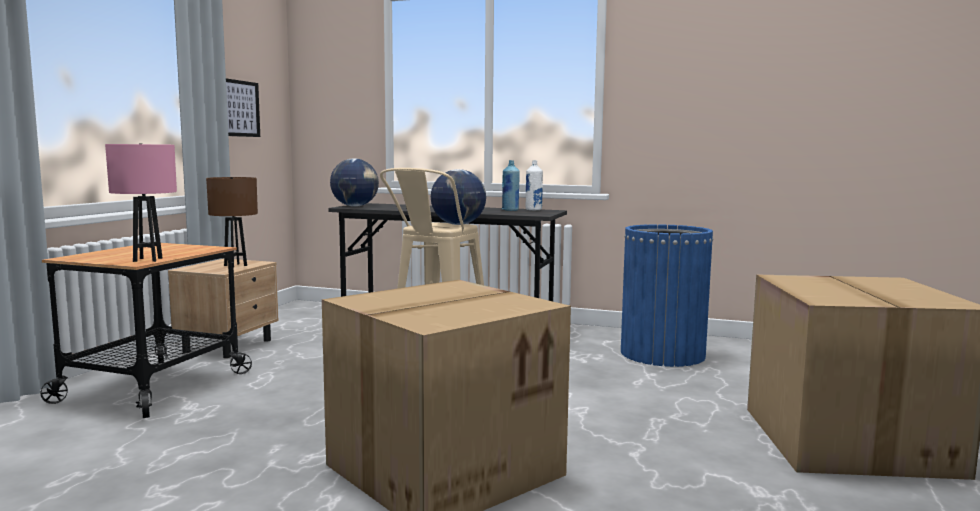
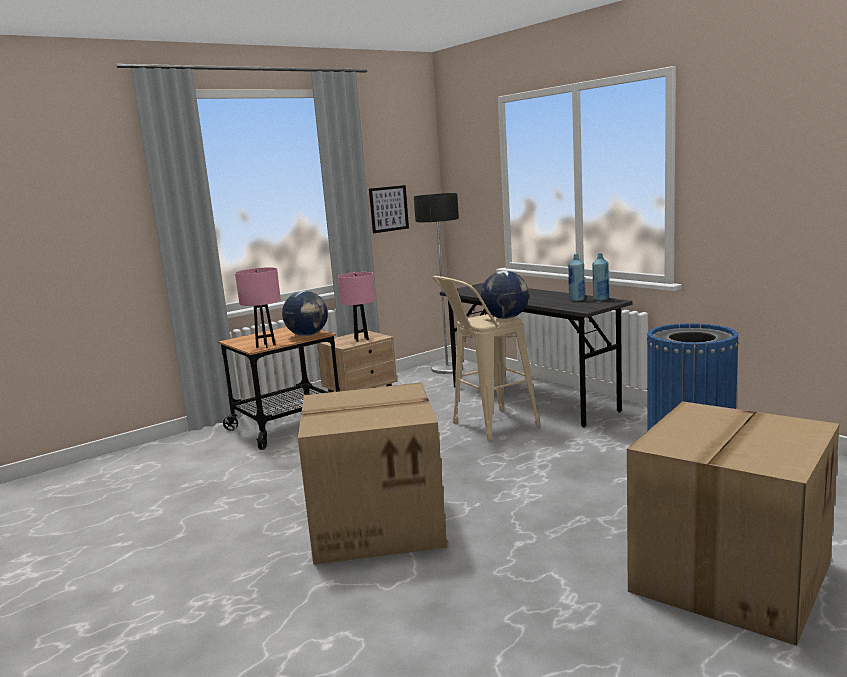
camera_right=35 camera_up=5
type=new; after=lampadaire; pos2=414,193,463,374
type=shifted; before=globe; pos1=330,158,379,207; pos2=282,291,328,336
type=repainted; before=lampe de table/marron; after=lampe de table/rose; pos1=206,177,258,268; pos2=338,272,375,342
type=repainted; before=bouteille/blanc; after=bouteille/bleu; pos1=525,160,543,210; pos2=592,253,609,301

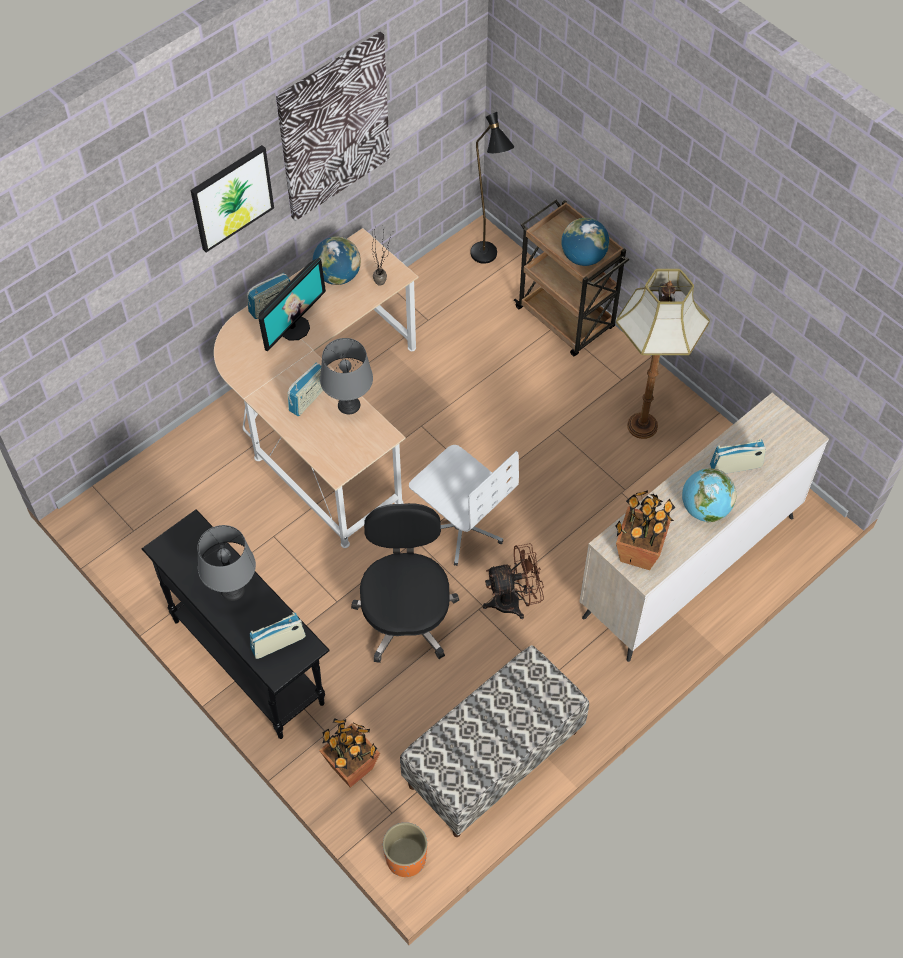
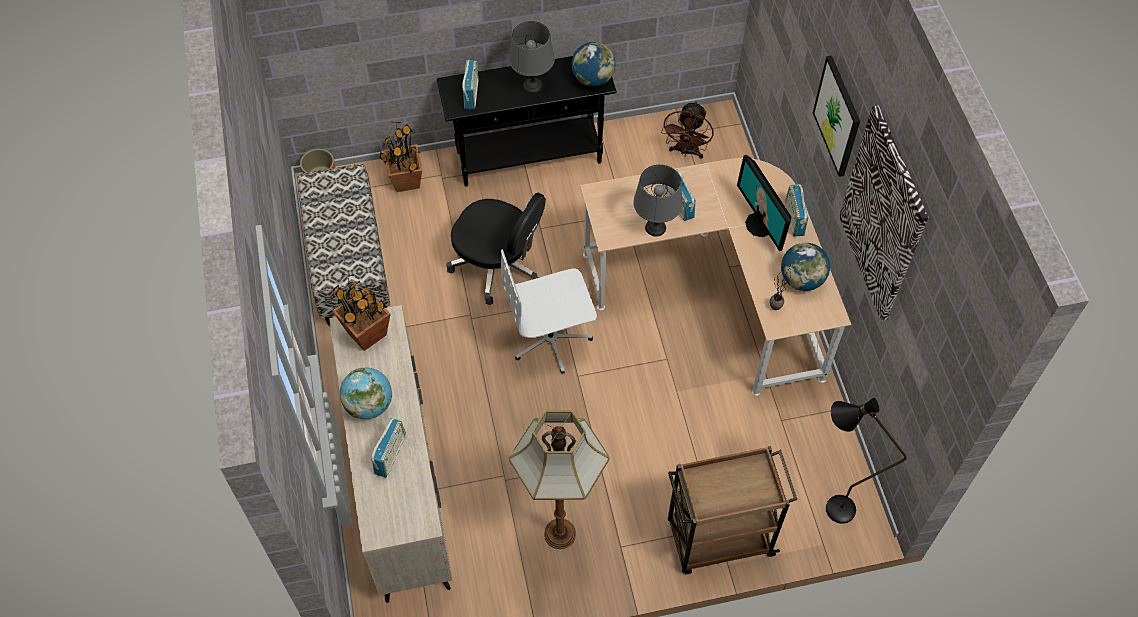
camera_right=120 camera_up=0
type=shifted; before=ventilateur/marron; pos1=483,543,544,619; pos2=661,101,713,159
type=shifted; before=globe; pos1=561,218,609,266; pos2=571,42,615,87

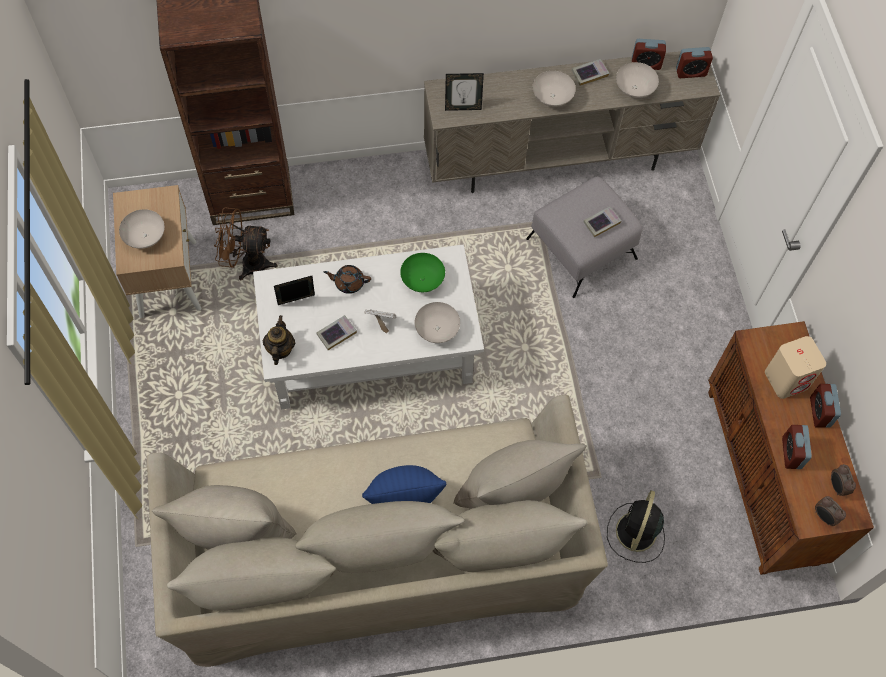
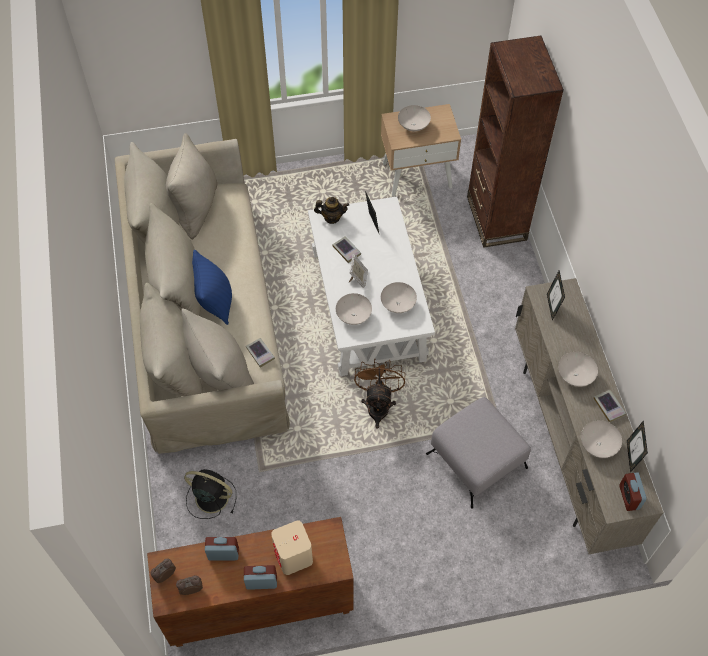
camera_right=90 camera_up=-5
type=gone; before=théière/marron; pos1=324,265,371,294
type=shifted; before=ventilateur/marron; pos1=214,207,278,280; pos2=354,359,405,428
type=shifted; before=livre; pos1=583,207,622,237; pos2=246,338,275,368
type=swapped; before=réveil; after=cadre photo; pos1=632,39,666,70; pos2=627,420,648,473
type=repainted; before=bol/vert; after=bol/blanc; pos1=400,253,445,292; pos2=381,282,417,313

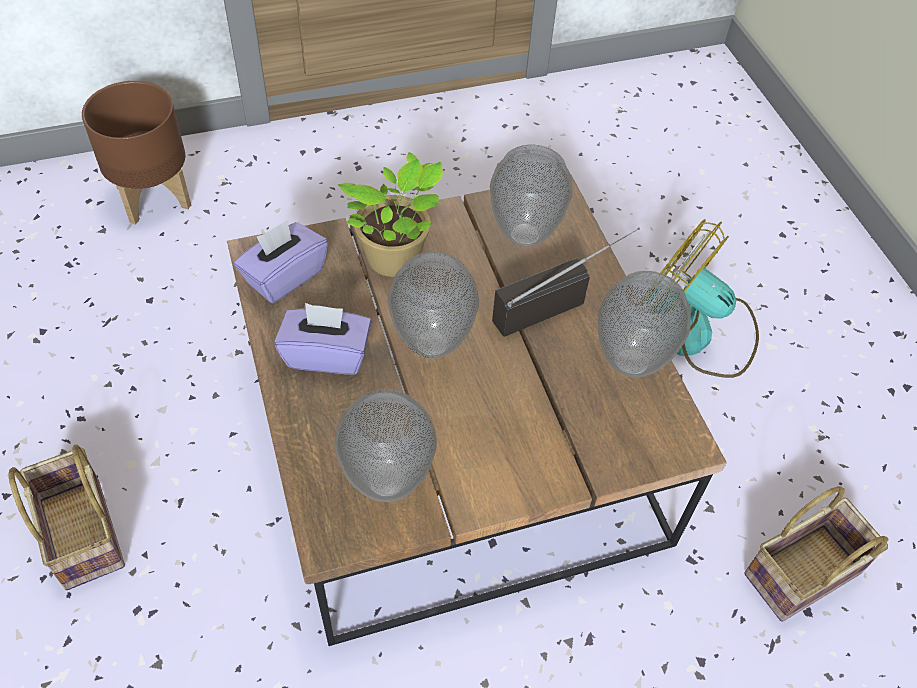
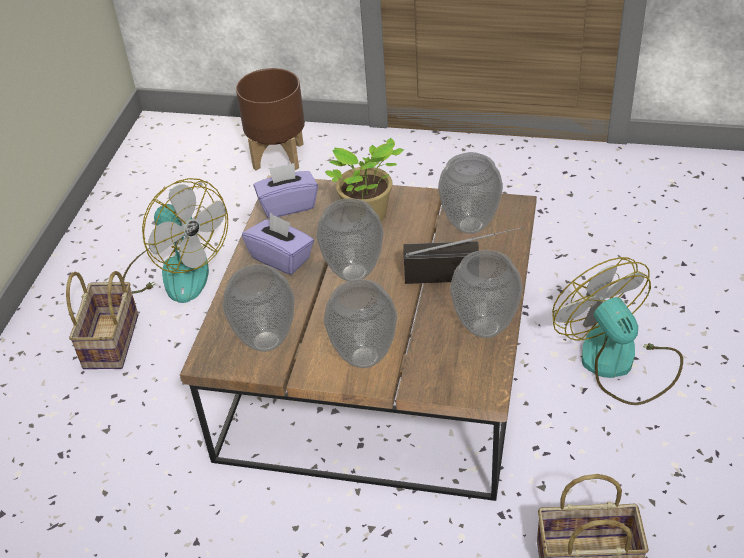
camera_right=35 camera_up=-10
type=new; after=ventilateur; pos2=123,178,228,303
type=new; after=vase; pos2=324,279,397,368

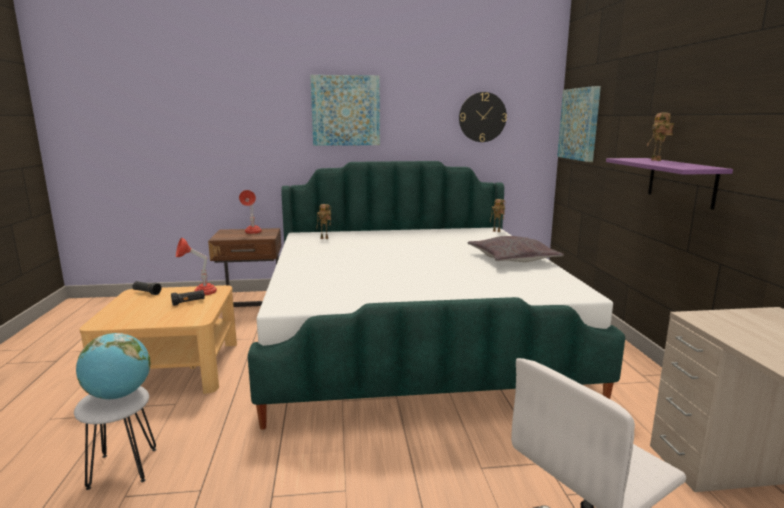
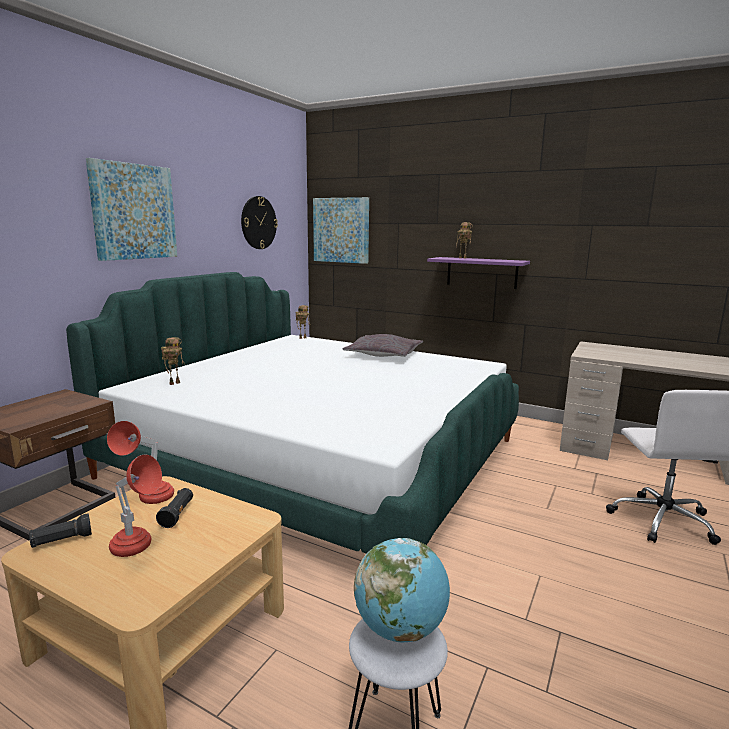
camera_right=-55 camera_up=0
type=shifted; before=lampe de table/rouge; pos1=239,190,262,234; pos2=109,455,162,557

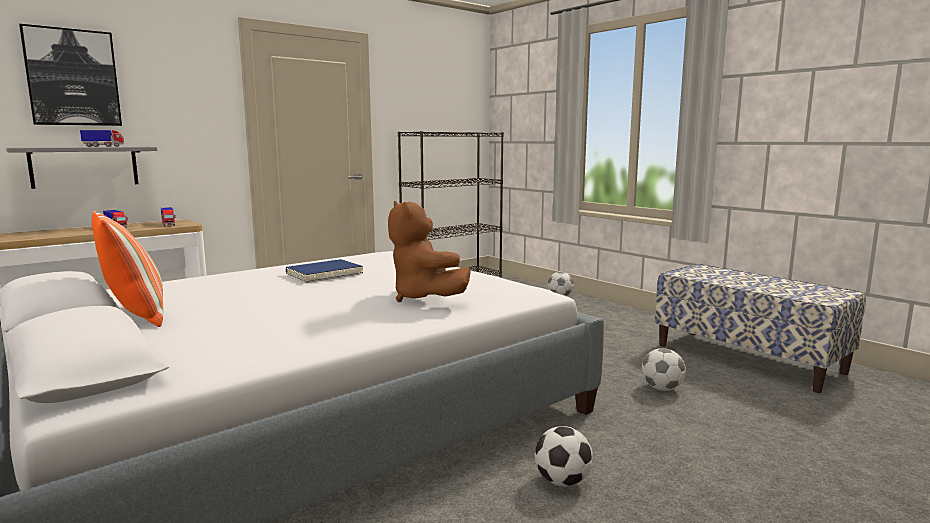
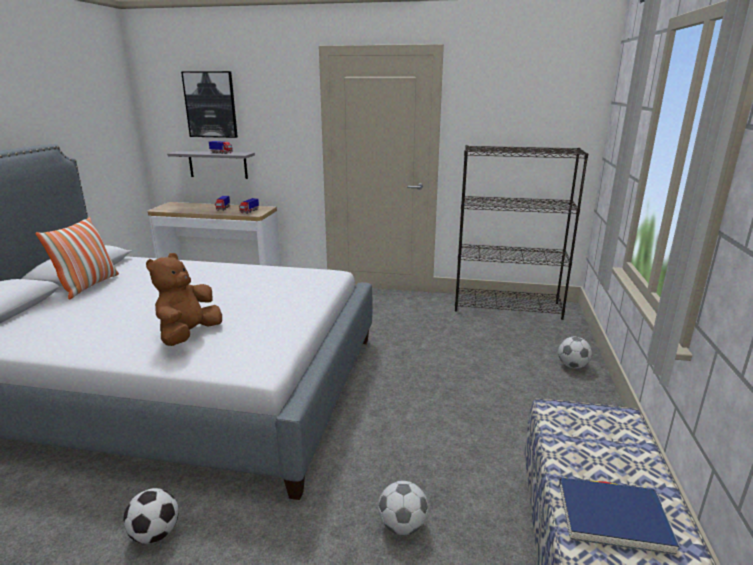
camera_right=50 camera_up=10
type=shifted; before=livre/bleu; pos1=286,259,363,283; pos2=559,477,680,555

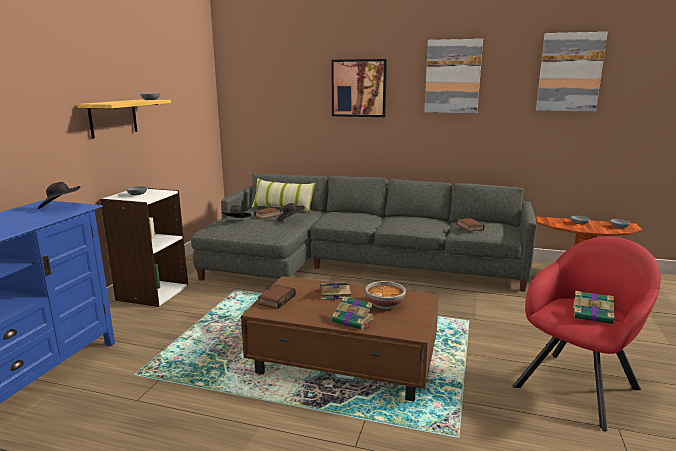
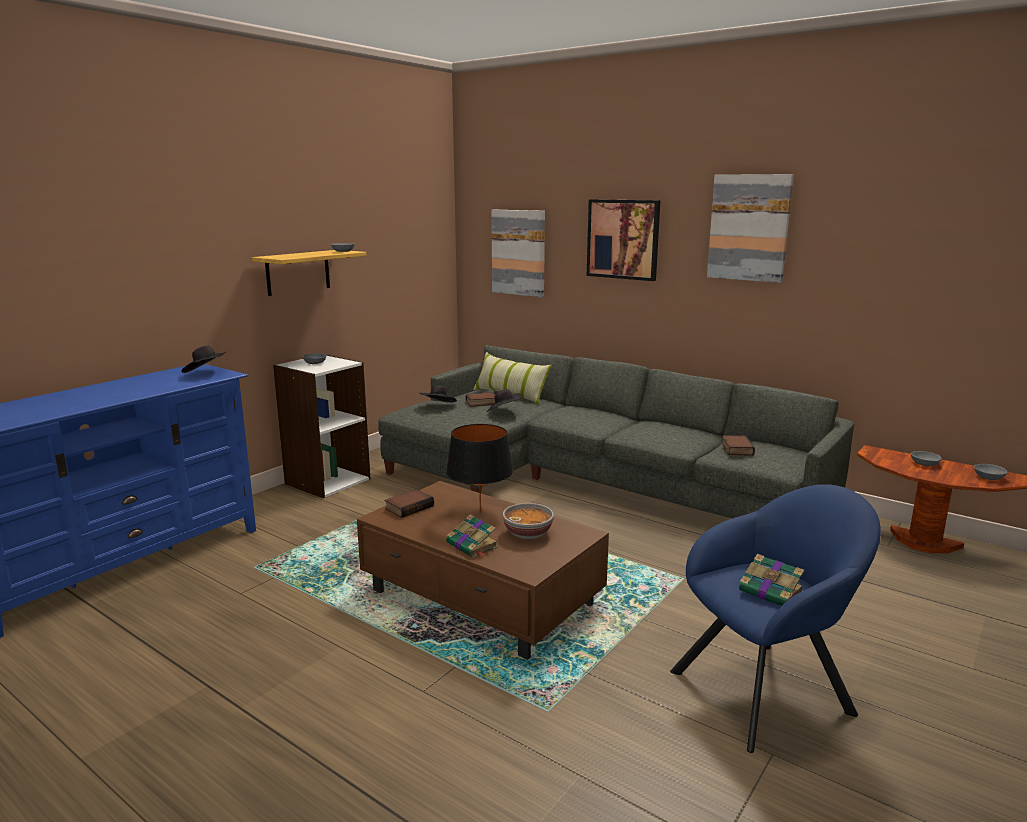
camera_right=20 camera_up=0
type=shifted; before=tableau; pos1=536,32,608,112; pos2=491,210,545,297
type=swapped; before=livre; after=lampe de table/noir; pos1=315,282,351,300; pos2=446,424,513,512
type=repainted; before=fauteuil/rouge; after=fauteuil/bleu; pos1=512,237,661,432; pos2=670,484,881,753

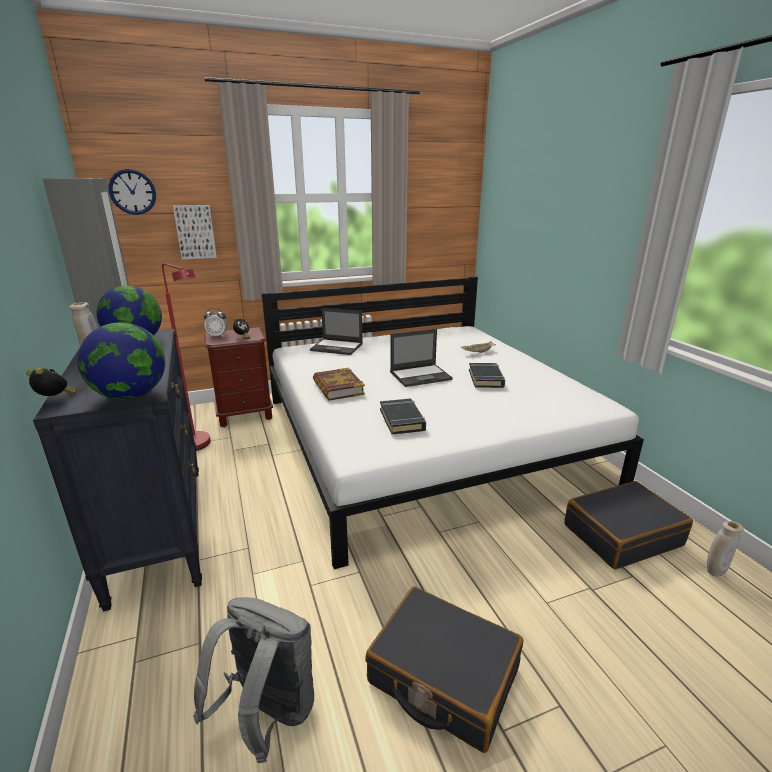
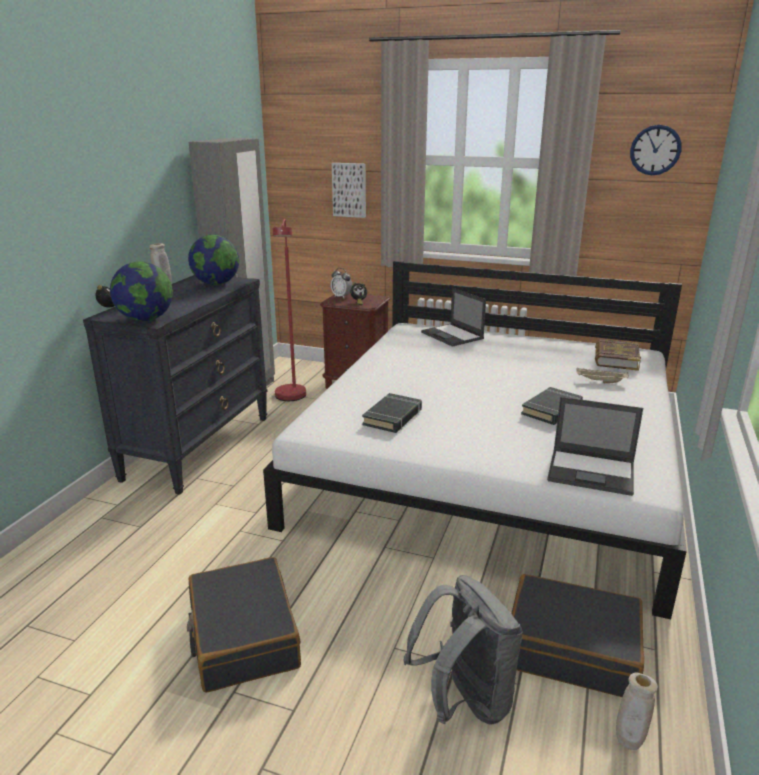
camera_right=40 camera_up=0
type=shifted; before=horloge murale; pos1=108,169,156,215; pos2=630,125,682,175
type=shifted; before=sac à dos/gris; pos1=193,597,314,763; pos2=404,575,523,725
type=shifted; before=livre; pos1=313,368,365,401; pos2=595,339,641,371
type=shifted; before=ordinateur portable; pos1=390,329,453,387; pos2=547,397,643,496

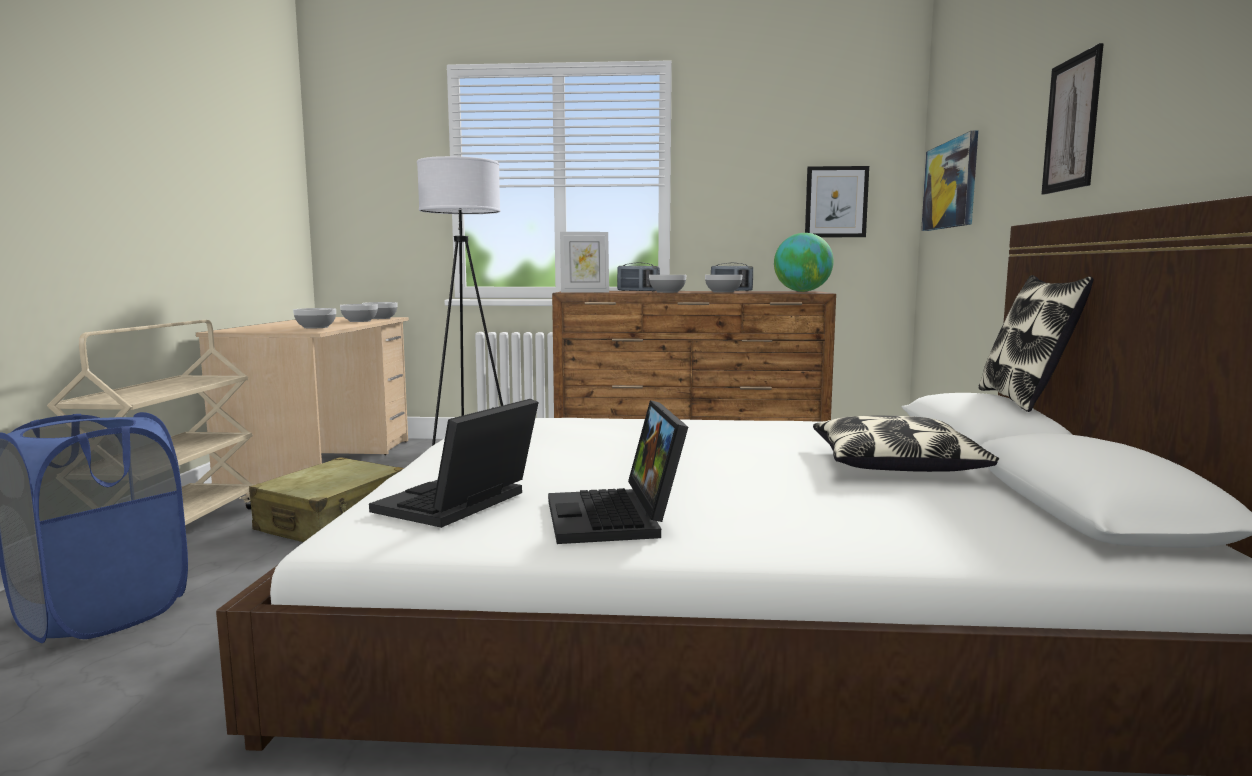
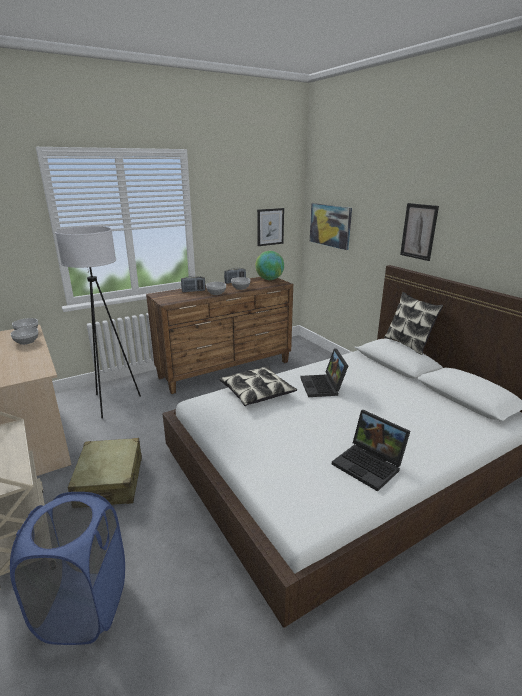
camera_right=-35 camera_up=15
type=gone; before=bol; pos1=293,308,336,328
type=gone; before=cadre photo; pos1=560,232,609,293
type=shifted; before=ordinateur portable; pos1=369,399,539,528; pos2=300,348,348,397
type=shifted; before=coussin; pos1=813,416,999,472; pos2=219,366,297,406

